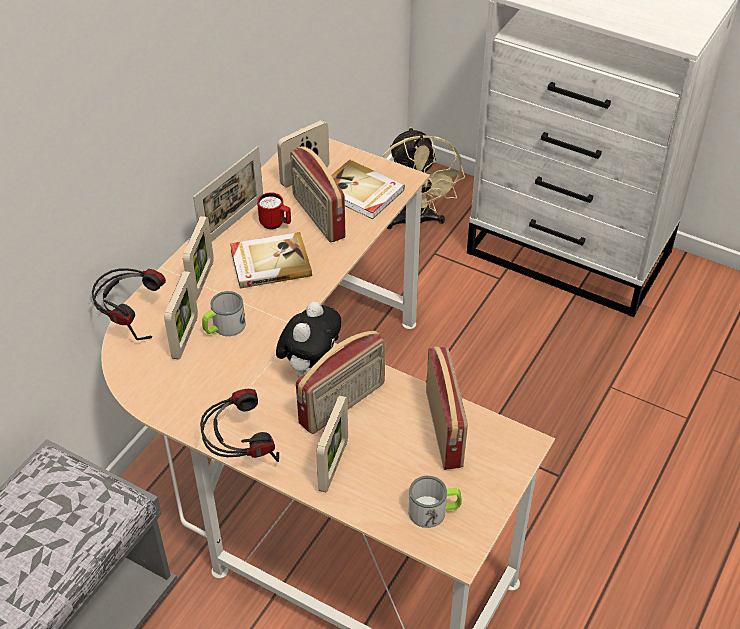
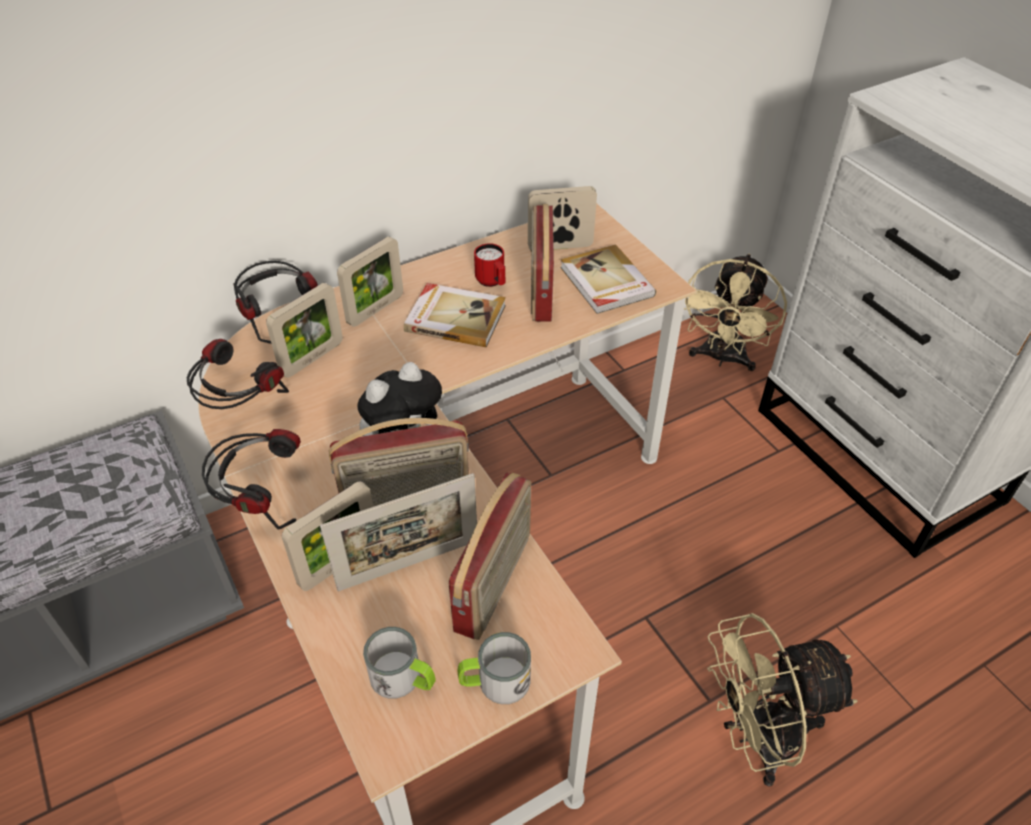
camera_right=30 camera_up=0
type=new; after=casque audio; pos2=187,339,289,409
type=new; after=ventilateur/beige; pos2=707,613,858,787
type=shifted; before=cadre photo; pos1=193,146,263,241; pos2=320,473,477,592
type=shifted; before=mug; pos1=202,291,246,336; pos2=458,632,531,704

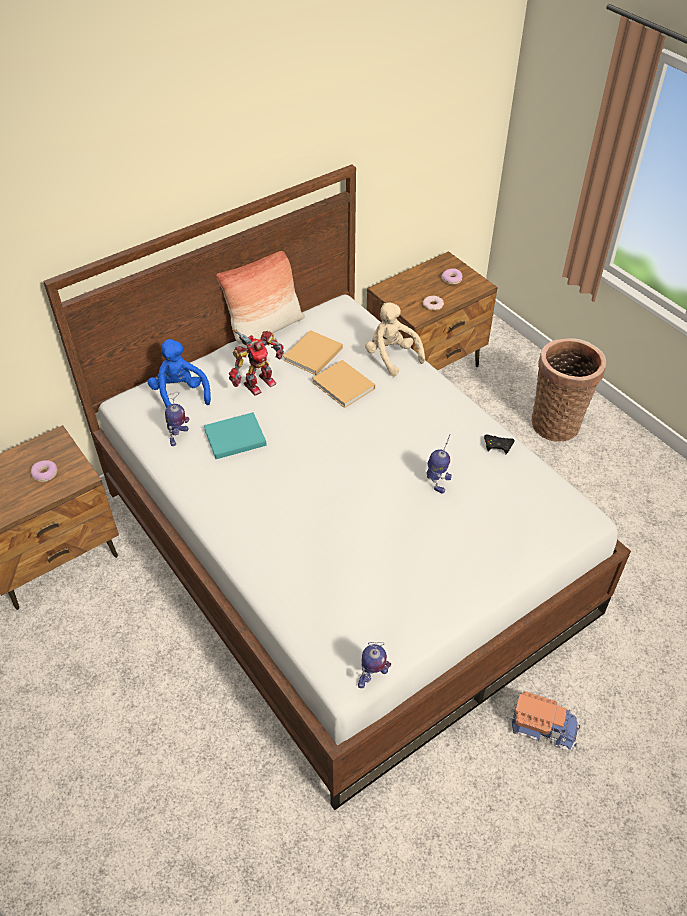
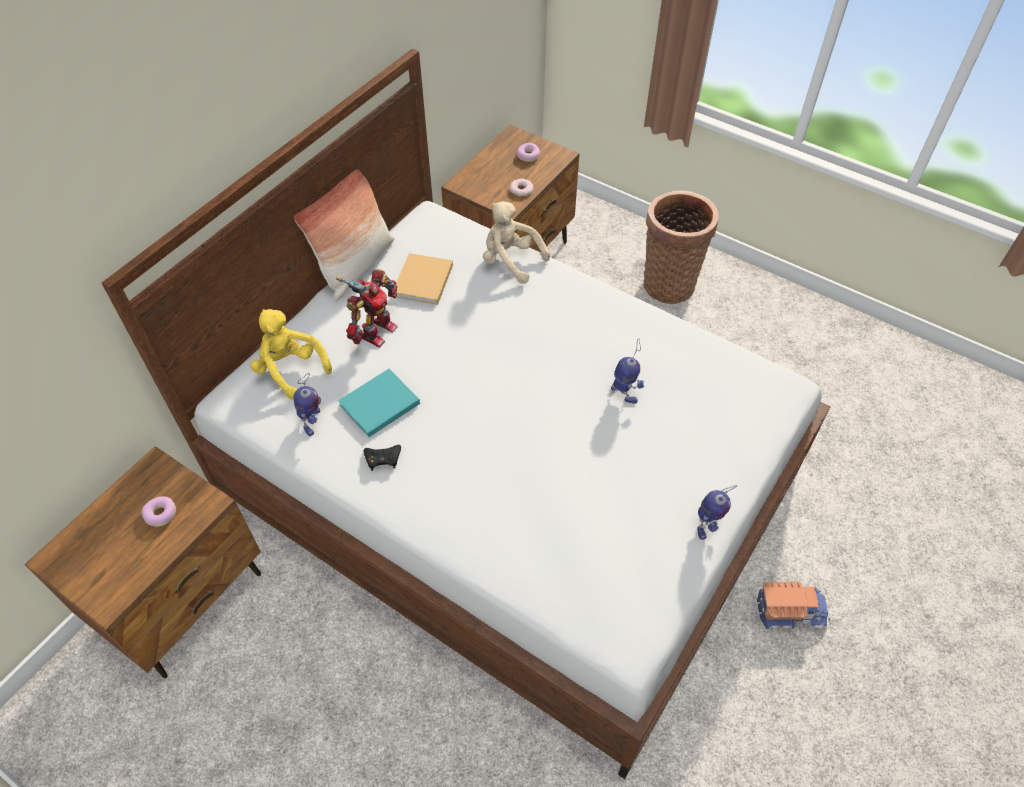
camera_right=-20 camera_up=5
type=gone; before=livre/beige; pos1=312,360,375,408
type=shifted; before=robot jouet; pos1=358,642,391,688; pos2=697,485,737,540
type=shifted; before=manette/noir; pos1=484,434,515,454; pos2=364,445,401,471
type=repainted; before=peluche/bleu; after=peluche/jaune; pos1=148,339,211,408; pos2=250,309,332,400

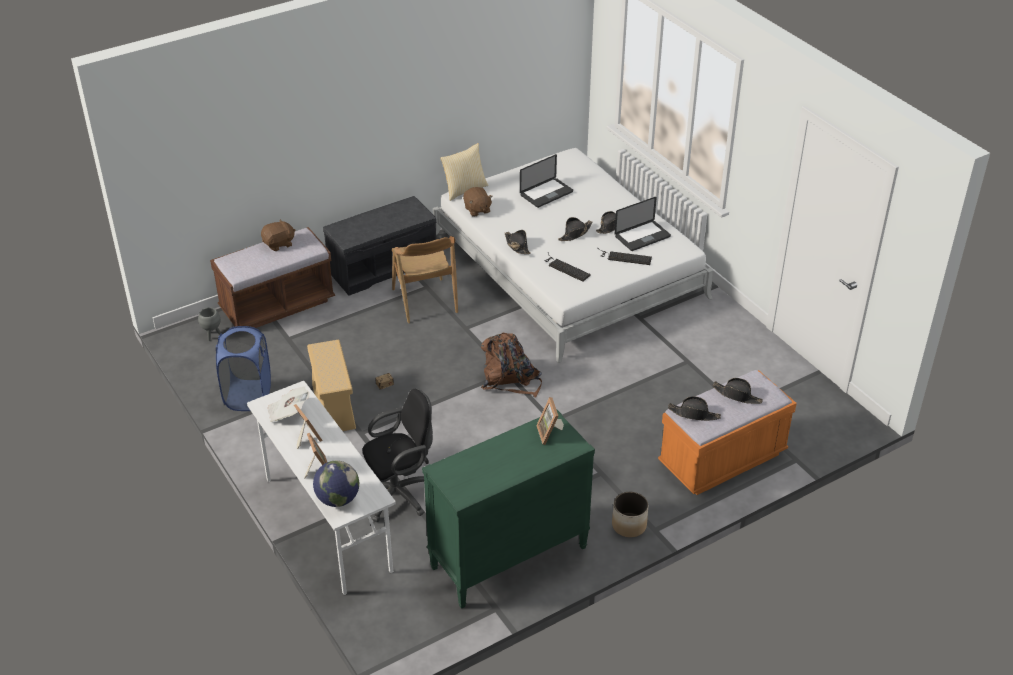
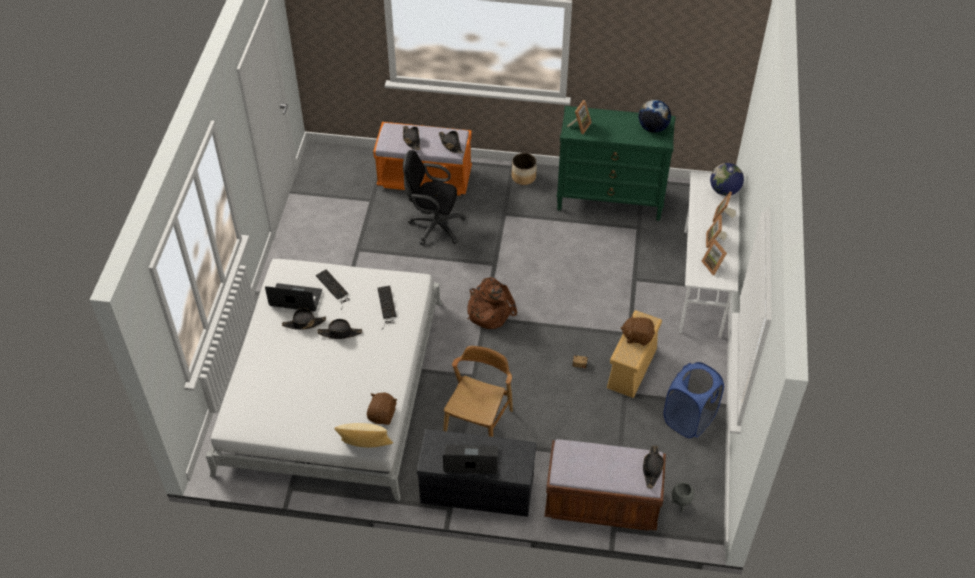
camera_right=-140 camera_up=10
type=new; after=globe; pos2=638,100,671,133
type=shifted; before=peluche/marron; pos1=261,219,295,251; pos2=621,314,655,346
type=shifted; before=chaise de bureau/noir; pos1=362,389,433,522; pos2=403,150,466,245
type=shifted; before=chapeau/noir; pos1=505,230,531,254; pos2=643,446,664,489
type=shifted; before=ordinateur portable; pos1=520,154,573,208; pos2=443,444,498,474
type=swapped; before=journal; after=cadre photo; pos1=267,386,309,422; pos2=702,239,727,275

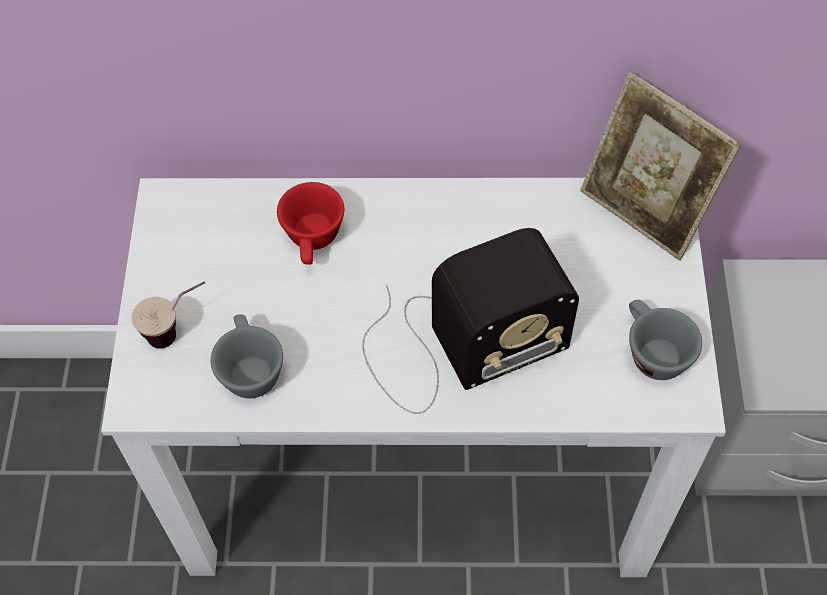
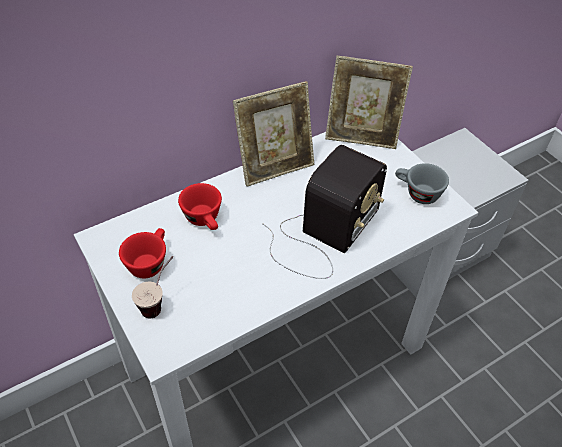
camera_right=-35 camera_up=-10
type=gone; before=tasse/gris; pos1=210,314,283,398
type=new; after=tasse/rouge; pos2=119,228,166,278
type=new; after=cadre photo; pos2=233,81,314,186

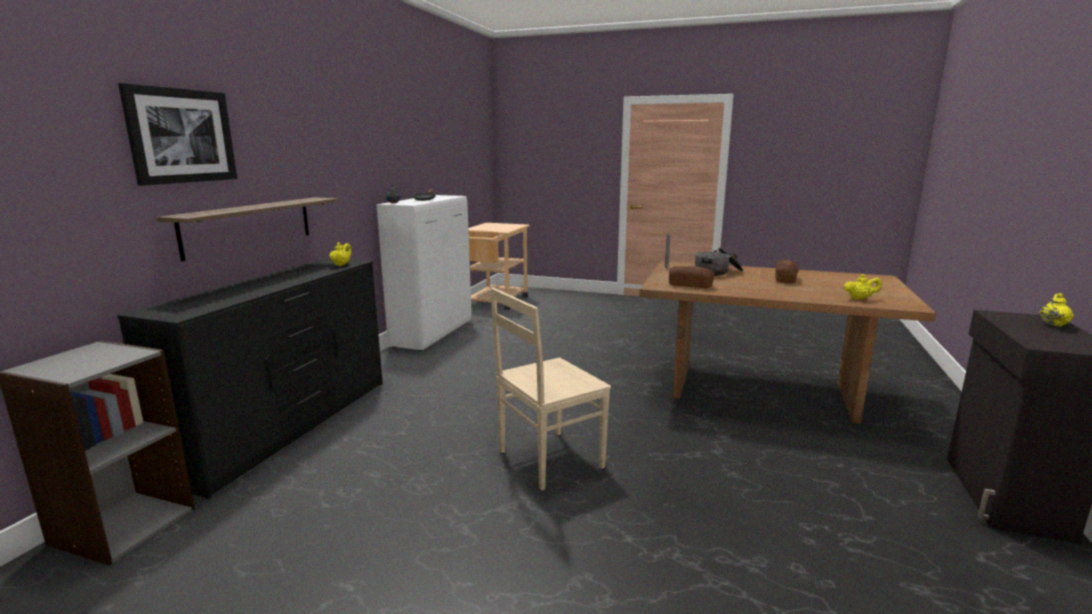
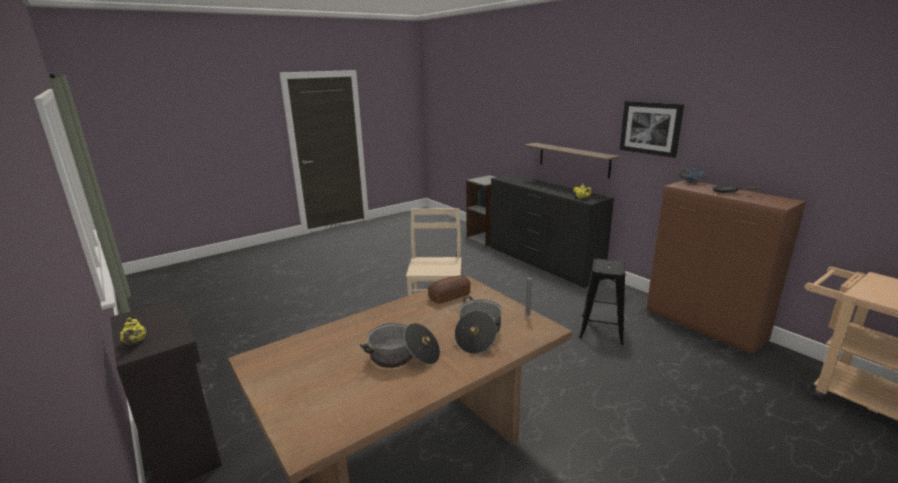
camera_right=125 camera_up=5
type=gone; before=théière/jaune; pos1=843,274,881,300
type=new; after=tabouret/noir; pos2=579,259,625,345
type=shifted; before=tableau; pos1=118,83,237,186; pos2=619,101,684,158
type=swapped; before=pain; after=marmite; pos1=775,260,799,283; pos2=360,323,440,368
type=repainted; before=meuble de rangement/blanc; after=meuble de rangement/marron; pos1=376,195,472,351; pos2=647,180,806,354

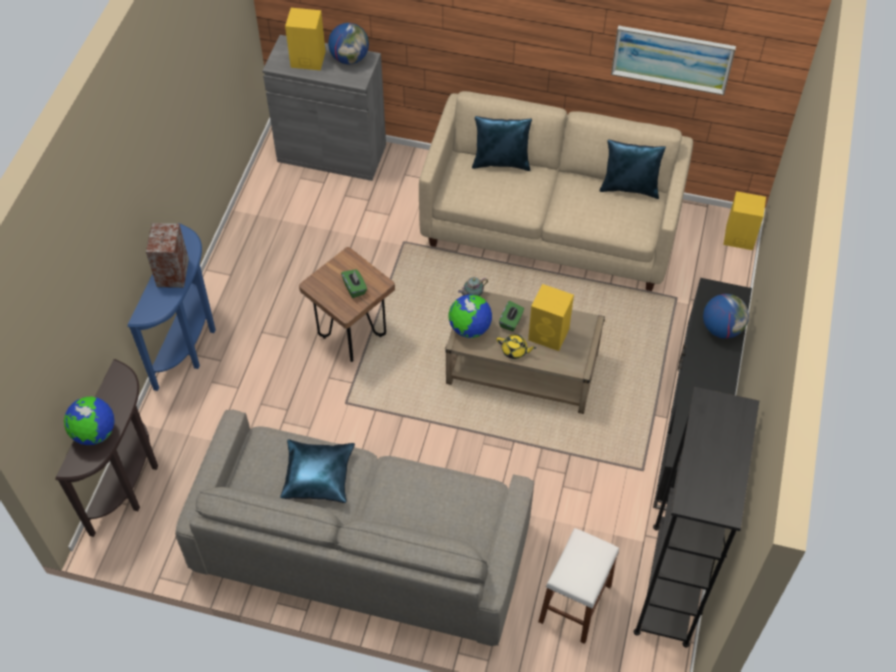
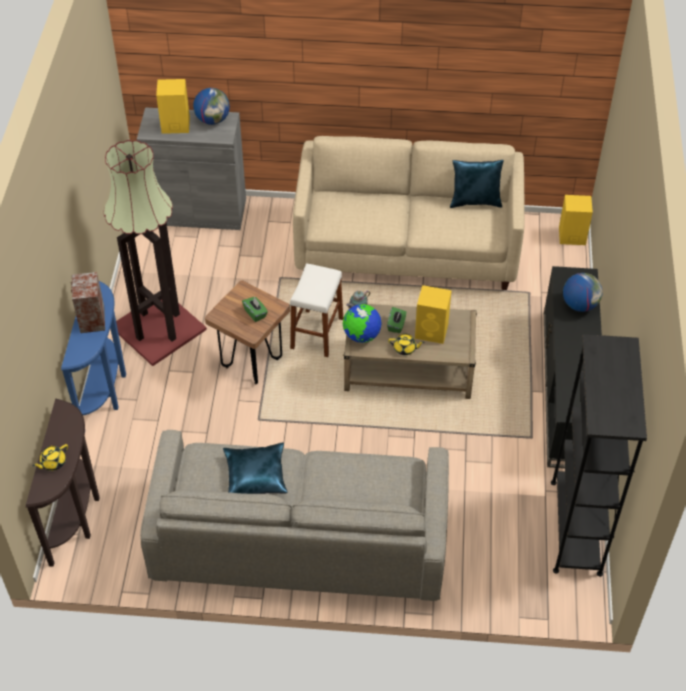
camera_right=-10 camera_up=-5
type=gone; before=coussin/bleu; pos1=472,116,532,171
type=gone; before=tableau; pos1=611,25,736,95
type=new; after=lampadaire; pos2=104,140,207,366
type=shifted; before=tabouret/blanc; pos1=538,528,619,644; pos2=290,263,343,357
type=swapped; before=globe; after=théière/jaune; pos1=64,396,115,445; pos2=33,444,68,471

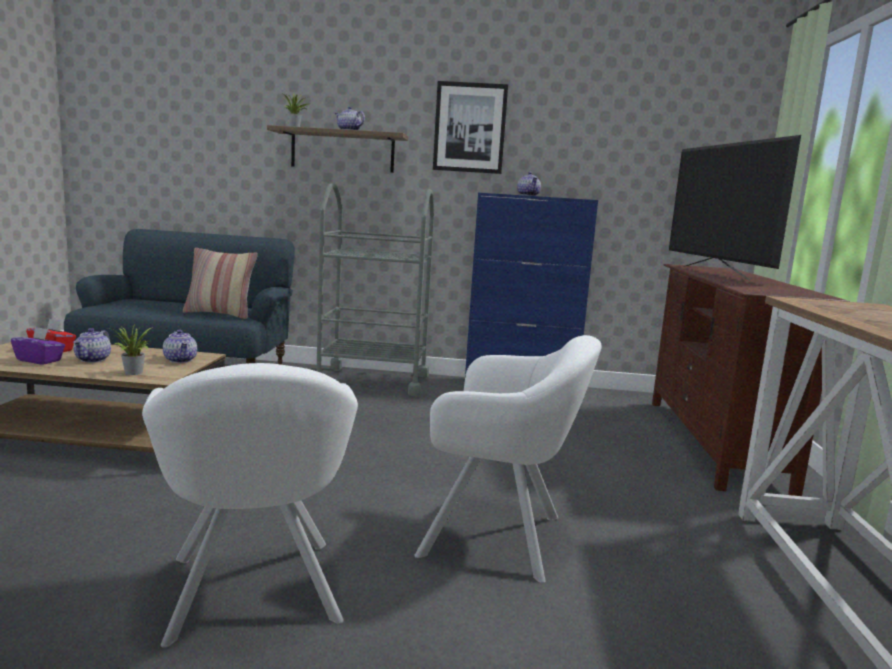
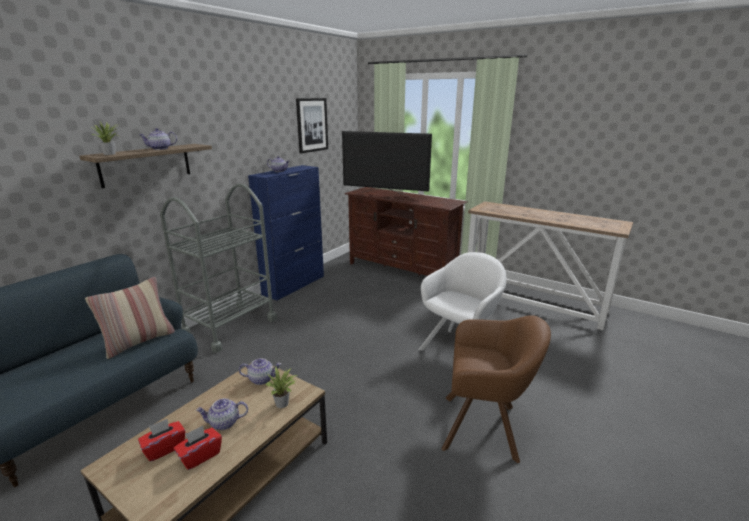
camera_right=-60 camera_up=10
type=shifted; before=tableau; pos1=433,81,508,174; pos2=296,98,328,153
type=repainted; before=boîte à mouchoirs/violet; after=boîte à mouchoirs/rouge; pos1=11,327,65,365; pos2=174,426,222,470
type=repainted; before=fauteuil/blanc; after=fauteuil/marron; pos1=142,363,358,648; pos2=442,315,551,463
type=rotated; before=théière; pos1=73,328,111,363; pos2=196,398,248,430; turn=135

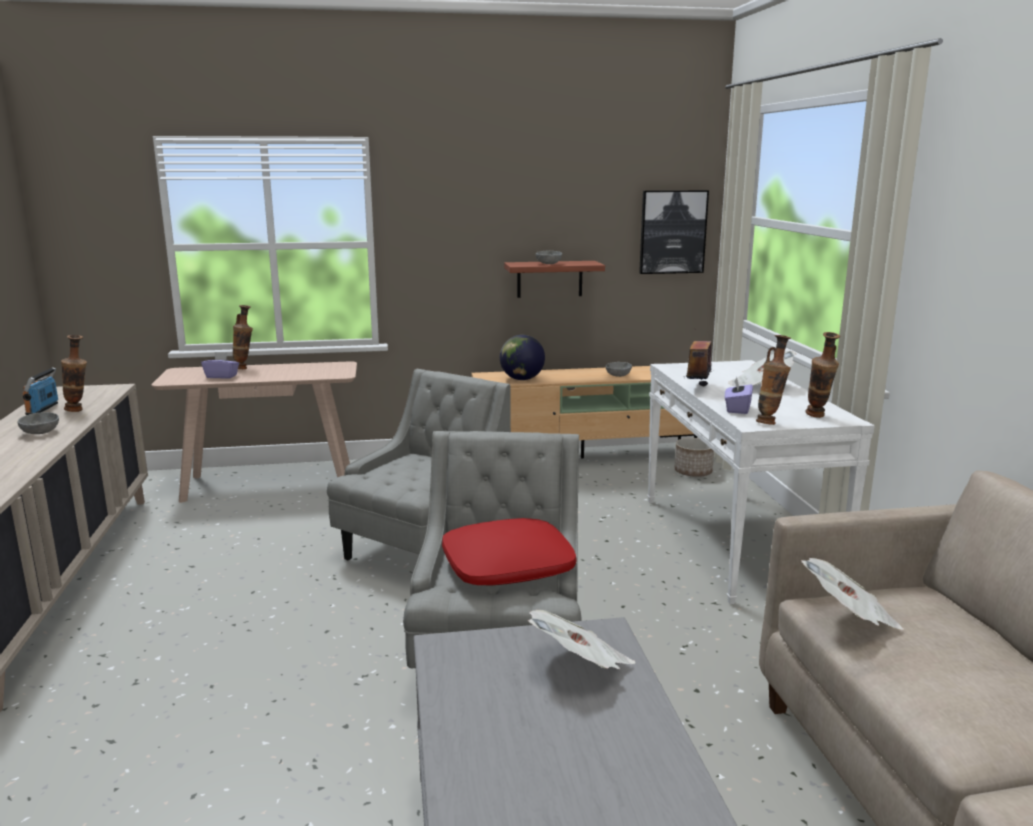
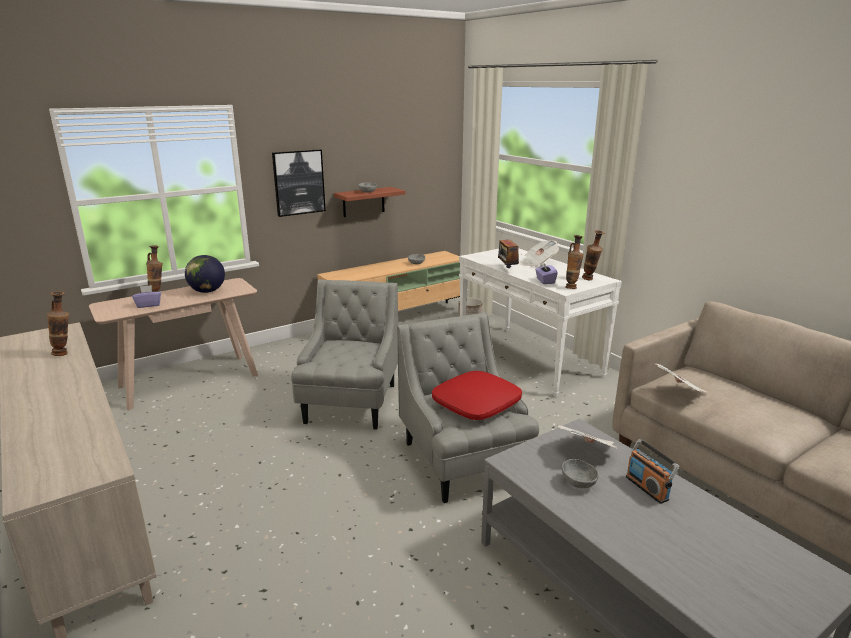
camera_right=-25 camera_up=5
type=shifted; before=bol/gris; pos1=18,412,59,434; pos2=562,459,599,488
type=shifted; before=radio; pos1=22,367,58,415; pos2=626,439,679,504
type=shifted; before=globe; pos1=500,335,545,380; pos2=185,255,225,293
type=shifted; before=tableau; pos1=639,190,709,274; pos2=272,149,326,217

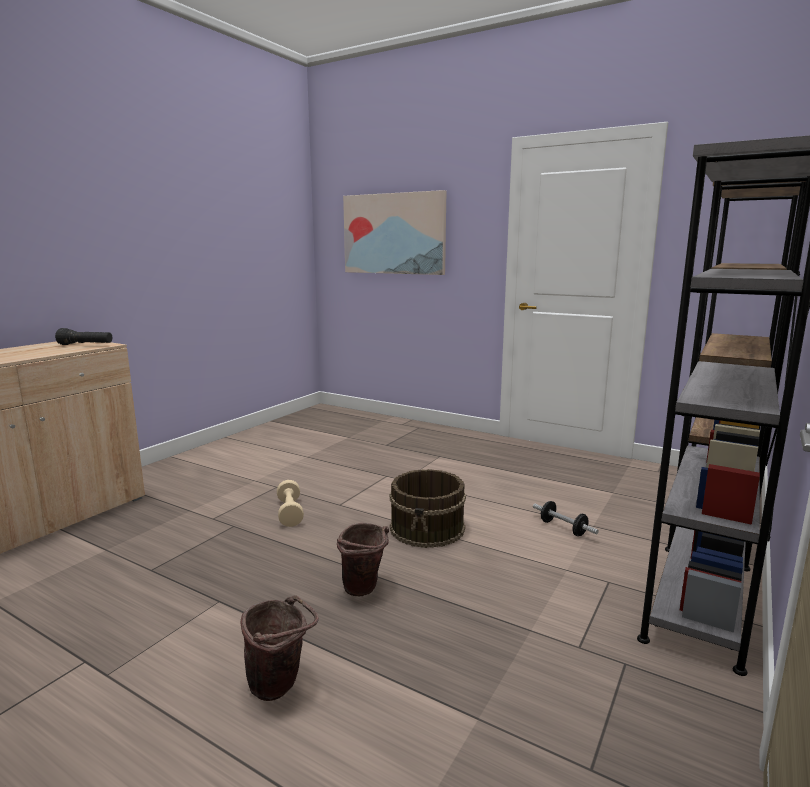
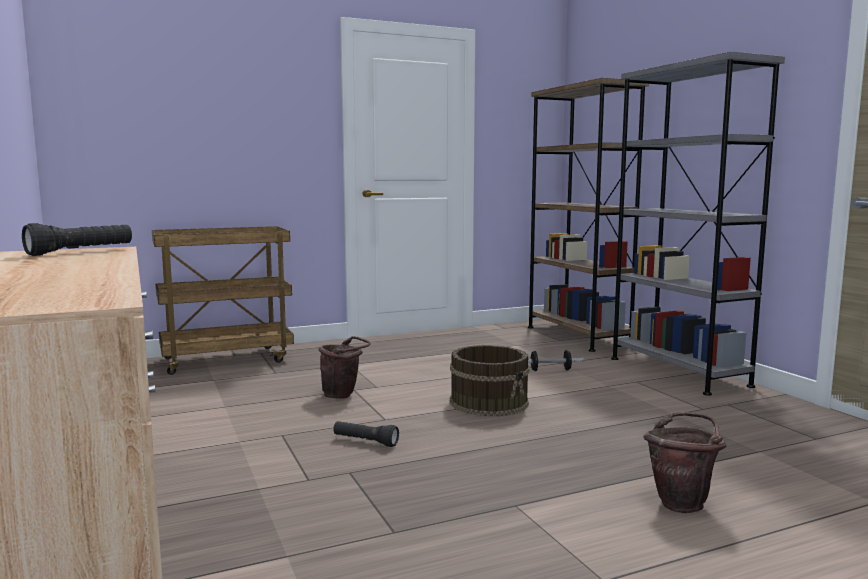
camera_right=-55 camera_up=-5
type=gone; before=tableau; pos1=343,190,446,275
type=new; after=chariot/marron; pos2=152,226,294,375
type=shifted; before=seau/marron; pos1=337,523,389,596; pos2=319,336,371,399
type=swapped; before=haltère/beige; after=lampe de poche/noir; pos1=277,480,304,527; pos2=333,421,399,447

